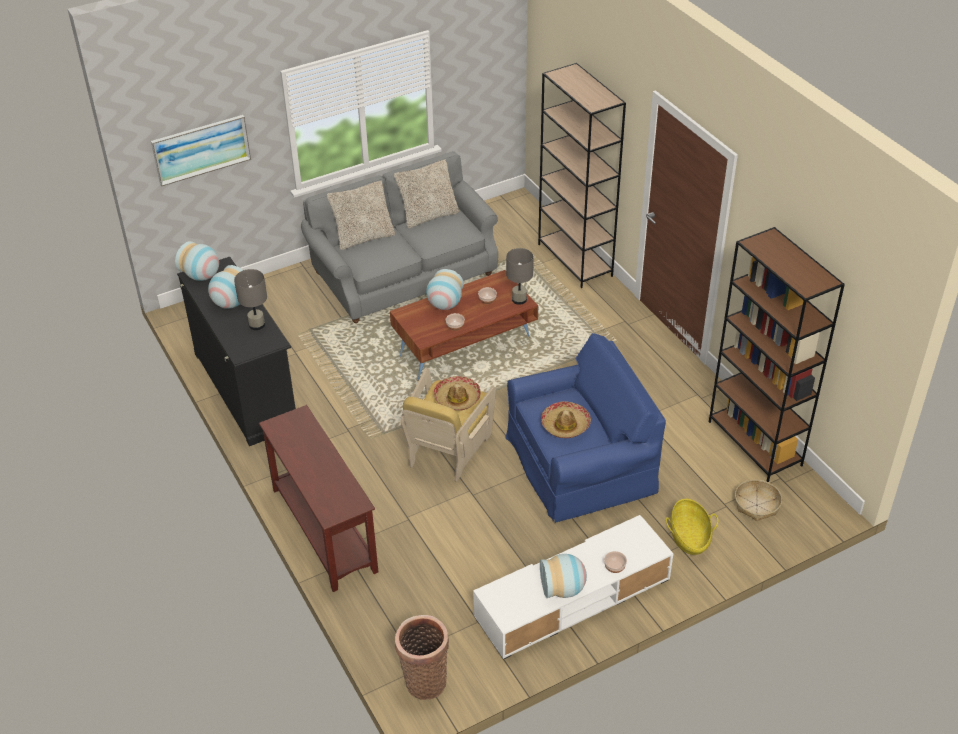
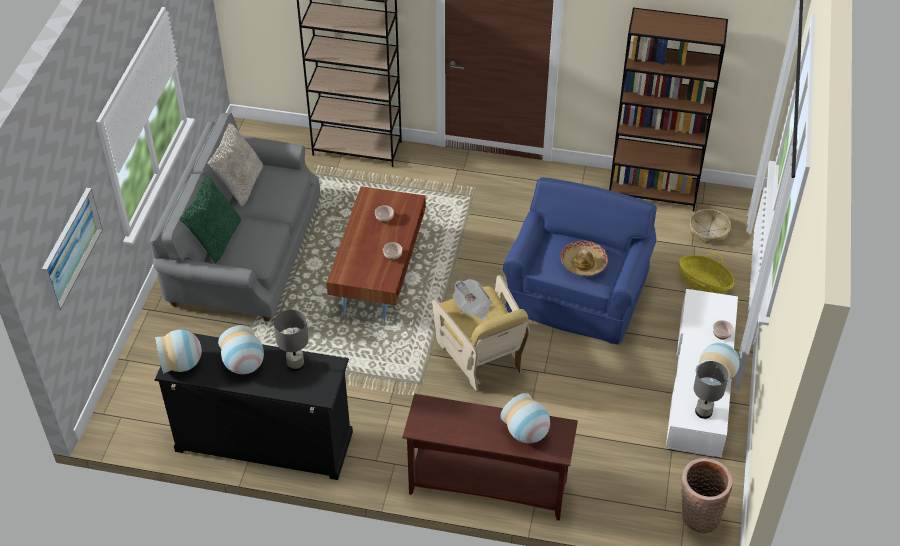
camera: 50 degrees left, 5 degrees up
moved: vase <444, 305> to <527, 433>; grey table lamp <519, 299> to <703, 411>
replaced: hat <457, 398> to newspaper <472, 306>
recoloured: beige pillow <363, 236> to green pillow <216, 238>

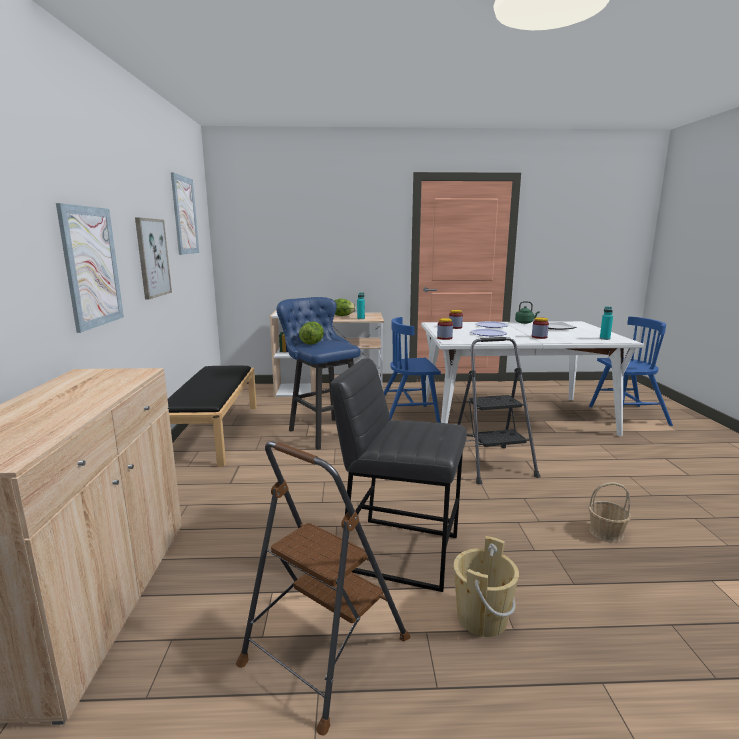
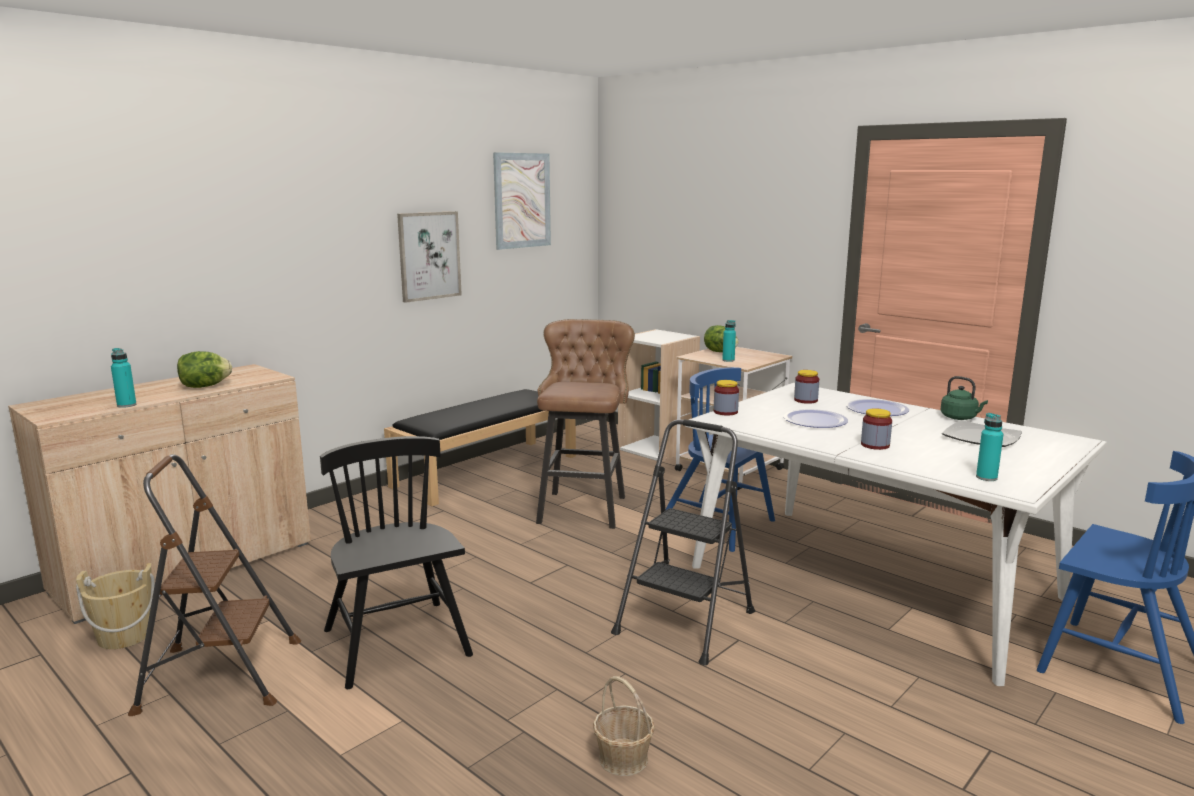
camera: 45 degrees right, 0 degrees up
removed: picture <92, 267>
added: turquoise bottle <126, 405>
moved: lettuce <312, 343> to <205, 386>; beige bucket <482, 617> to <125, 636>
replaced: grey stool <399, 551> to black chair <399, 646>
recoloured: blue stool <322, 430> to brown stool <584, 505>

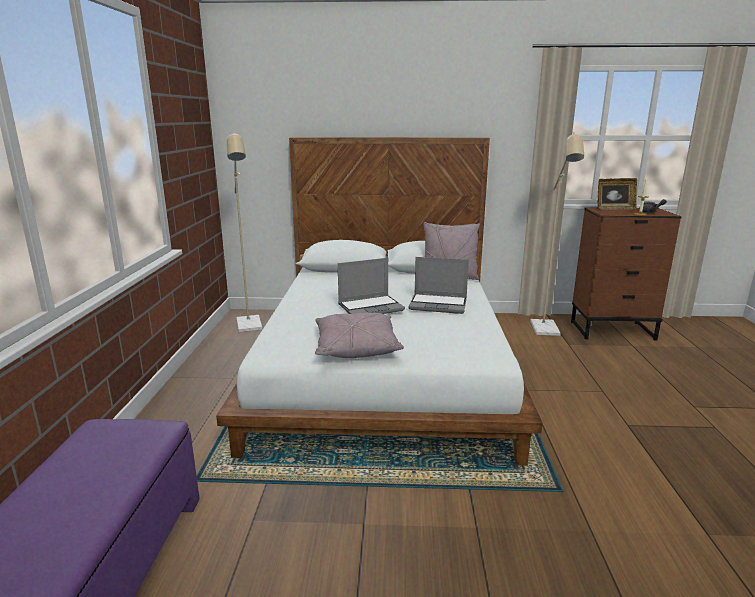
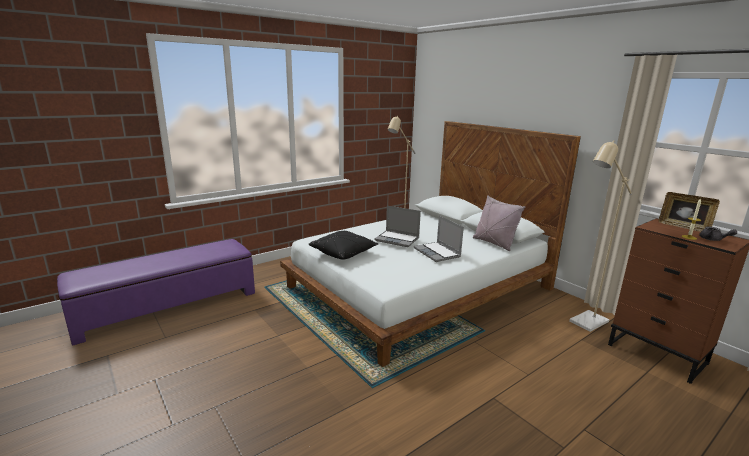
camera: 50 degrees right, 0 degrees up
recoloured: purple pillow <356, 348> to black pillow <343, 253>

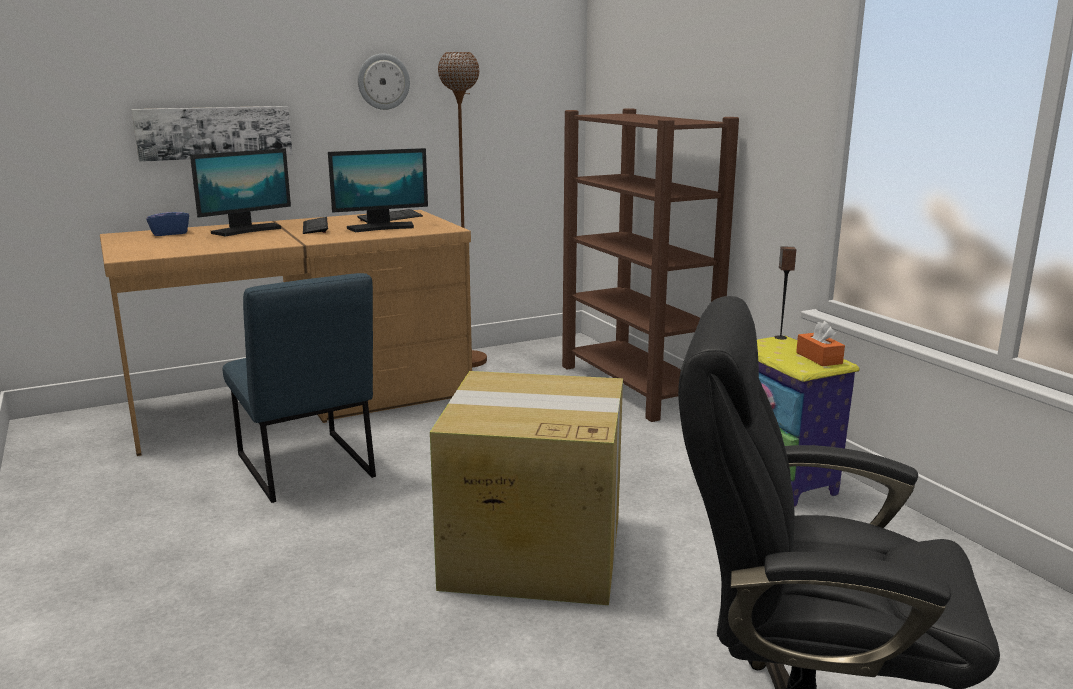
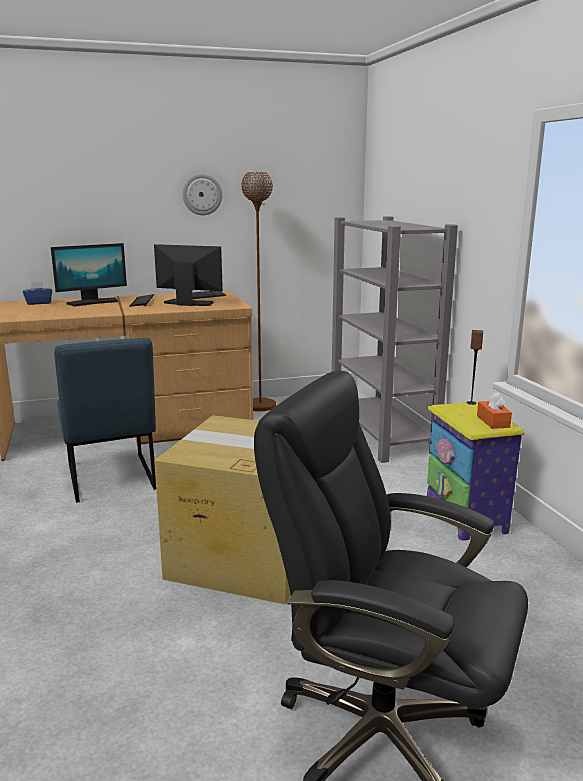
camera: 10 degrees right, 0 degrees up
removed: picture <214, 132>
recoloured: brown bookcase <636, 386> to grey bookcase <381, 433>
turned: monitor <381, 227> = <188, 303> 150 degrees counterclockwise

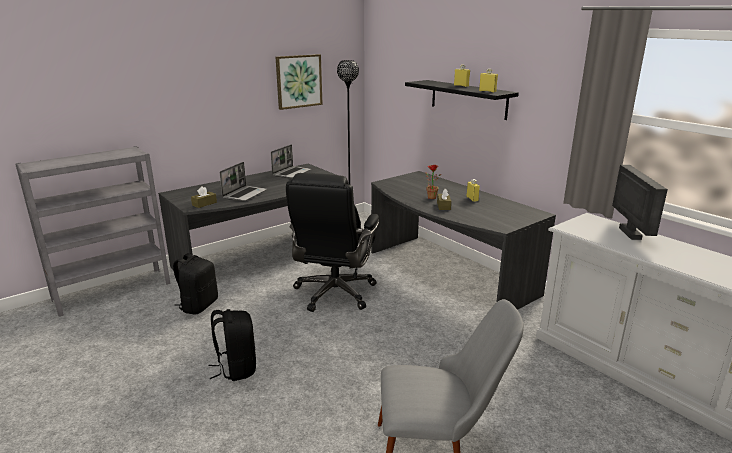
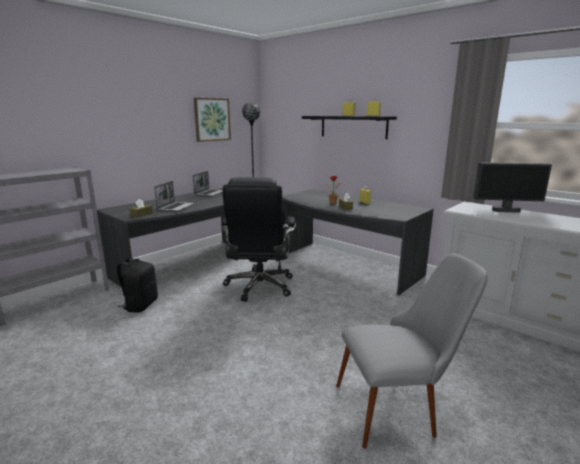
camera: 10 degrees left, 5 degrees down
removed: black backpack <236, 368>
turned: monitor <628, 233> = <505, 210> 105 degrees clockwise

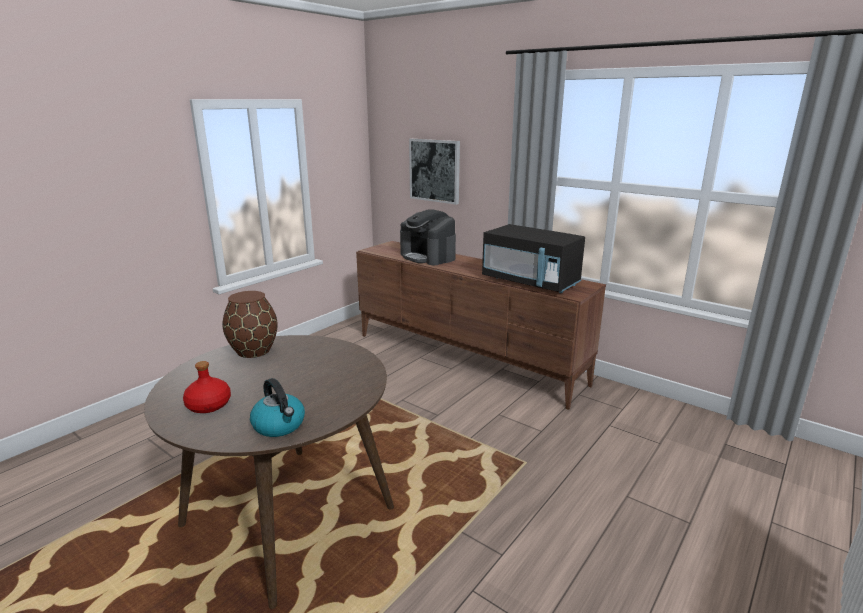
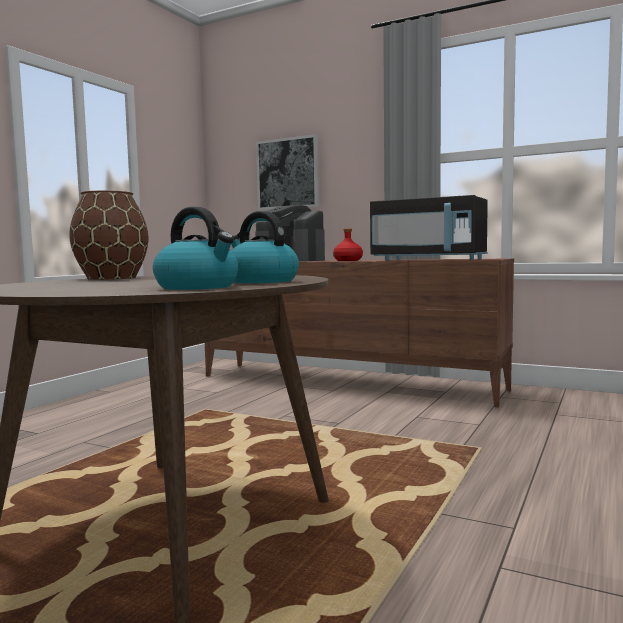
camera: 10 degrees left, 15 degrees down
added: kettle <261, 281>
moved: red bottle <209, 405> to <348, 260>

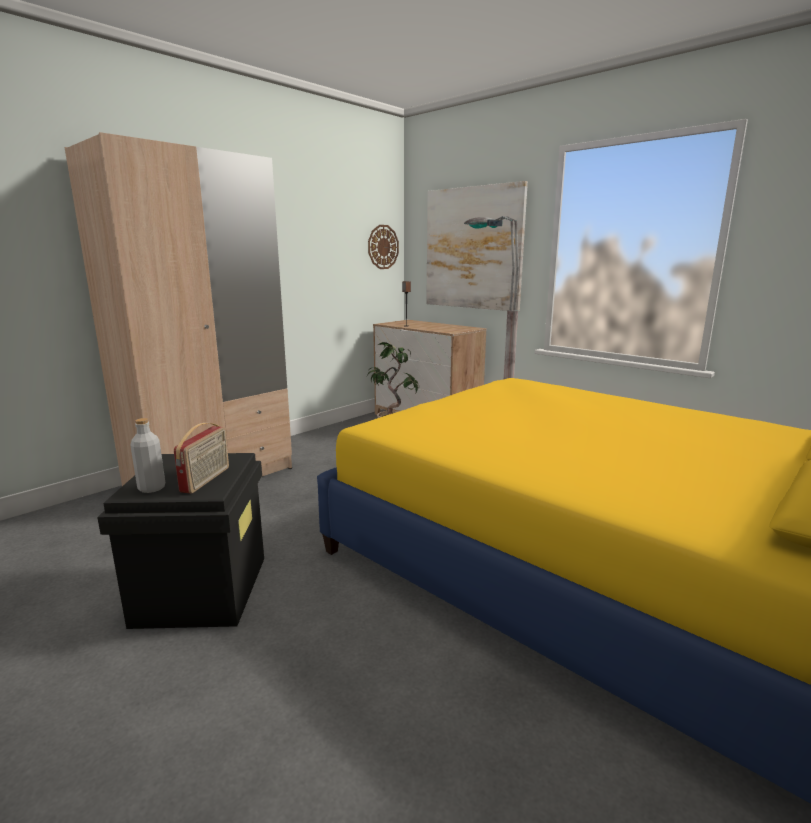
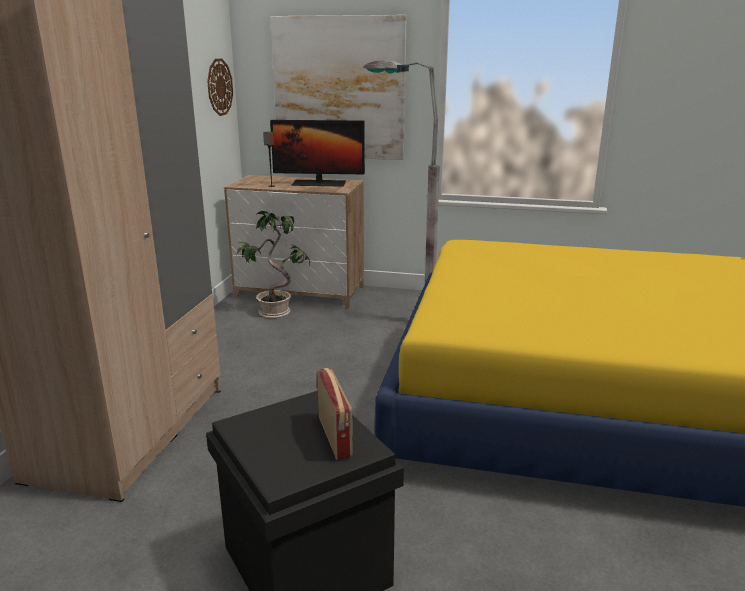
camera: 30 degrees left, 5 degrees up
removed: grey bottle <152, 488>
added: monitor <319, 183>

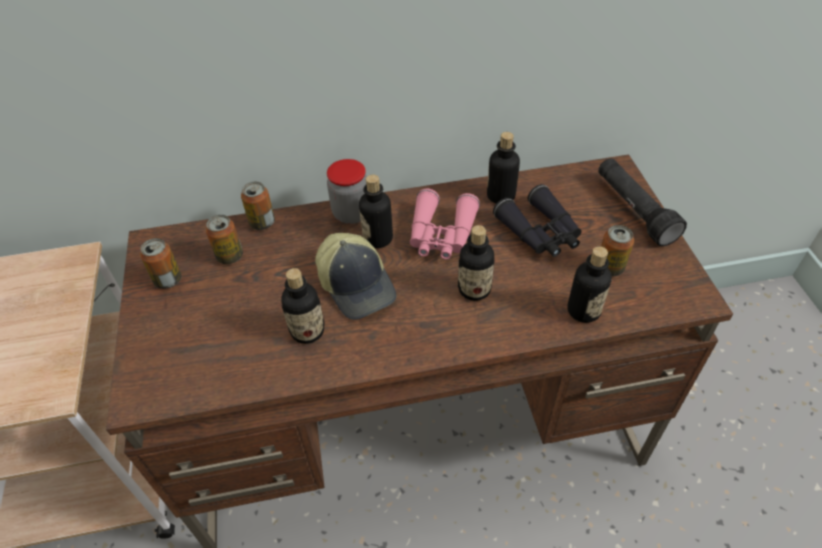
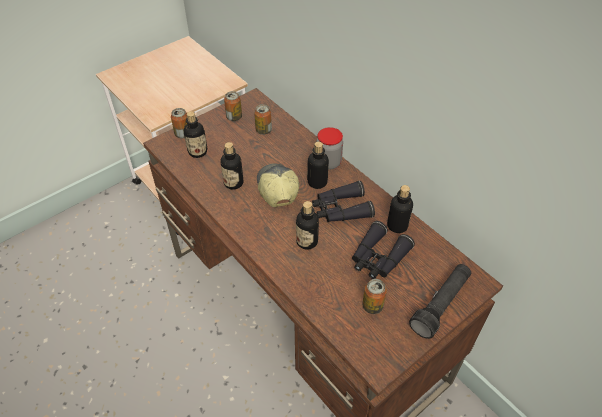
camera: 60 degrees right, 0 degrees up
moved: can <262, 222> to <183, 134>; bottle <583, 310> to <198, 152>
recoloured: pink binoculars <441, 234> to black binoculars <340, 209>
turned: cap <357, 285> = <276, 189> 135 degrees clockwise

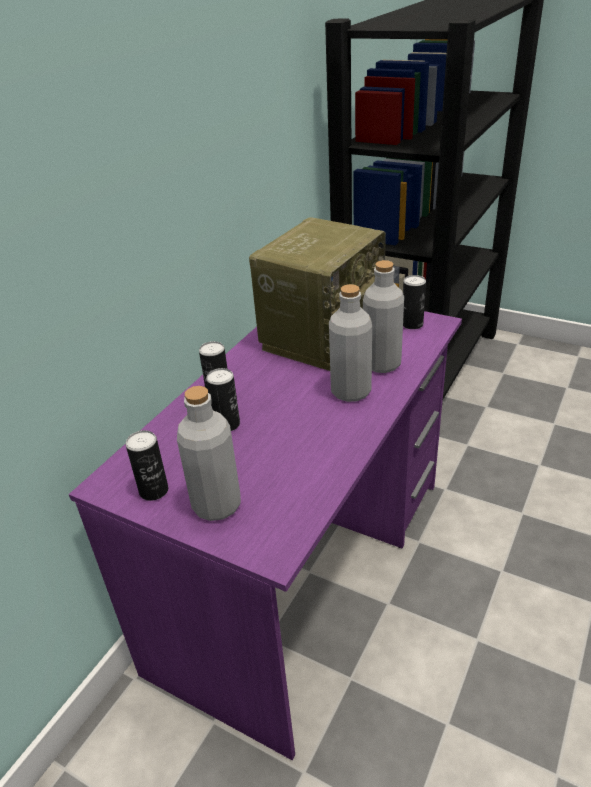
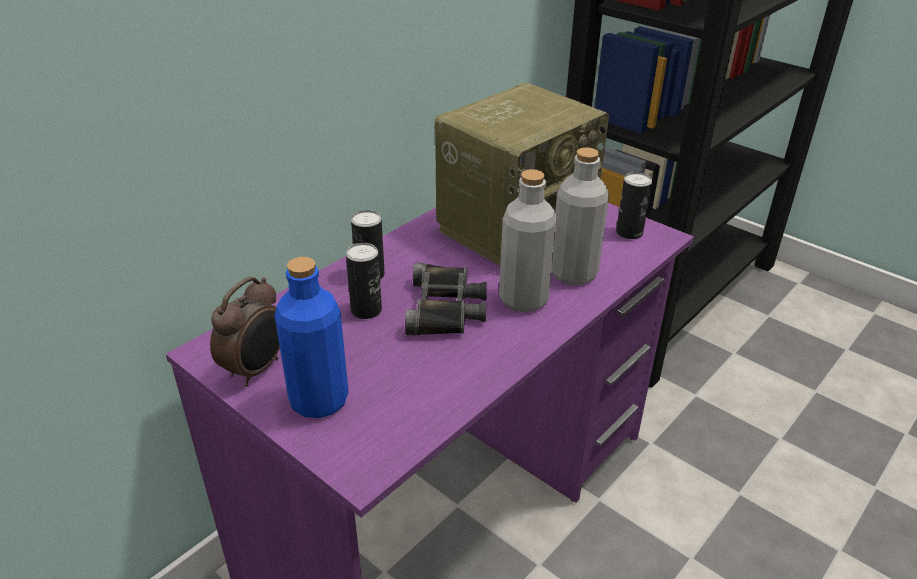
camera: 10 degrees right, 0 degrees up
added: black binoculars <446, 308>
replaced: can <154, 490> to alarm clock <256, 369>
recoloured: grey bottle <217, 505> to blue bottle <319, 400>

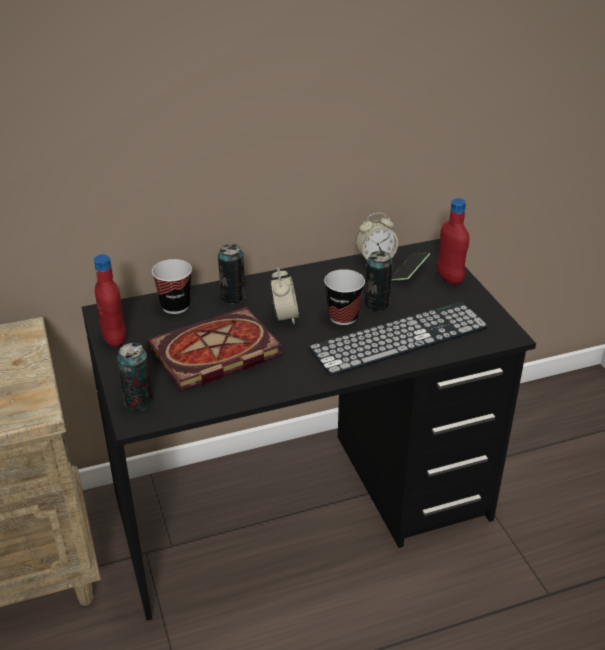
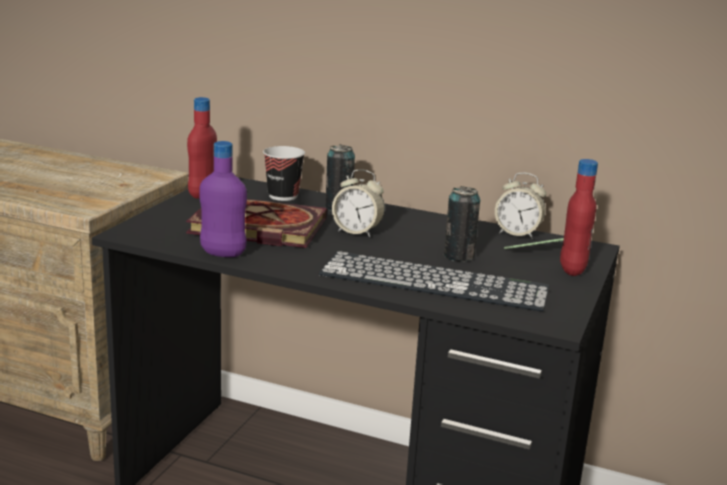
camera: 40 degrees right, 15 degrees down
removed: can <138, 401>; cup <343, 317>
added: purple bottle <223, 253>
turned: alarm clock <284, 316> = <357, 232> 75 degrees clockwise

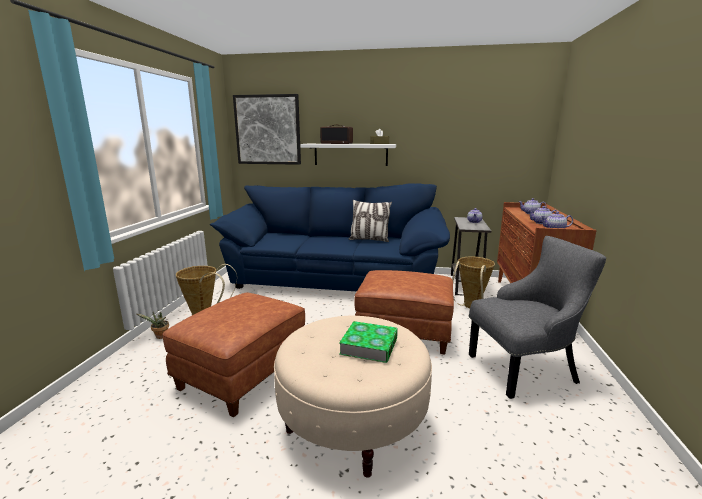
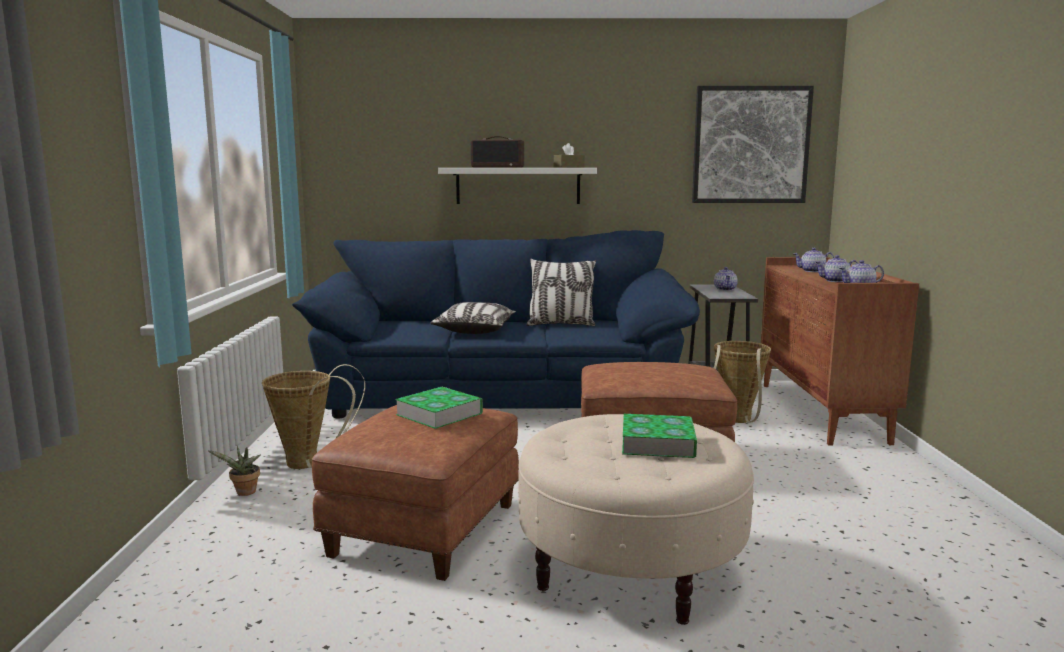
camera: 10 degrees left, 5 degrees down
removed: grey armchair <521, 371>
added: book <439, 414>; pillow <475, 330>
moved: picture <267, 130> to <750, 145>

